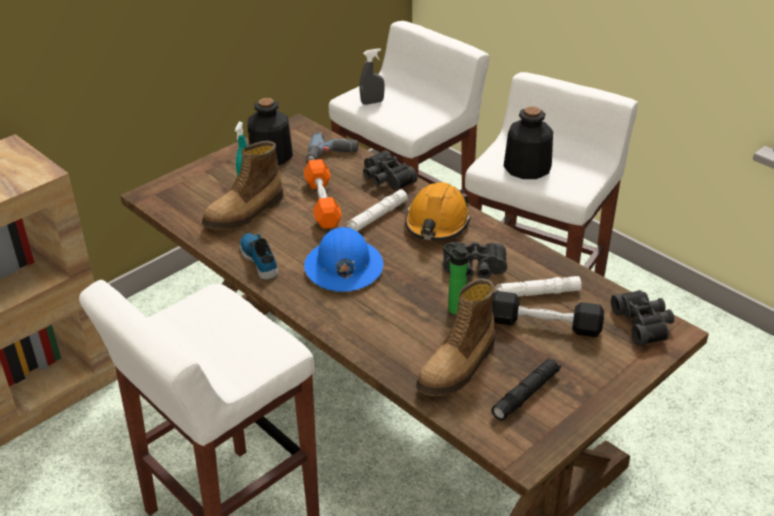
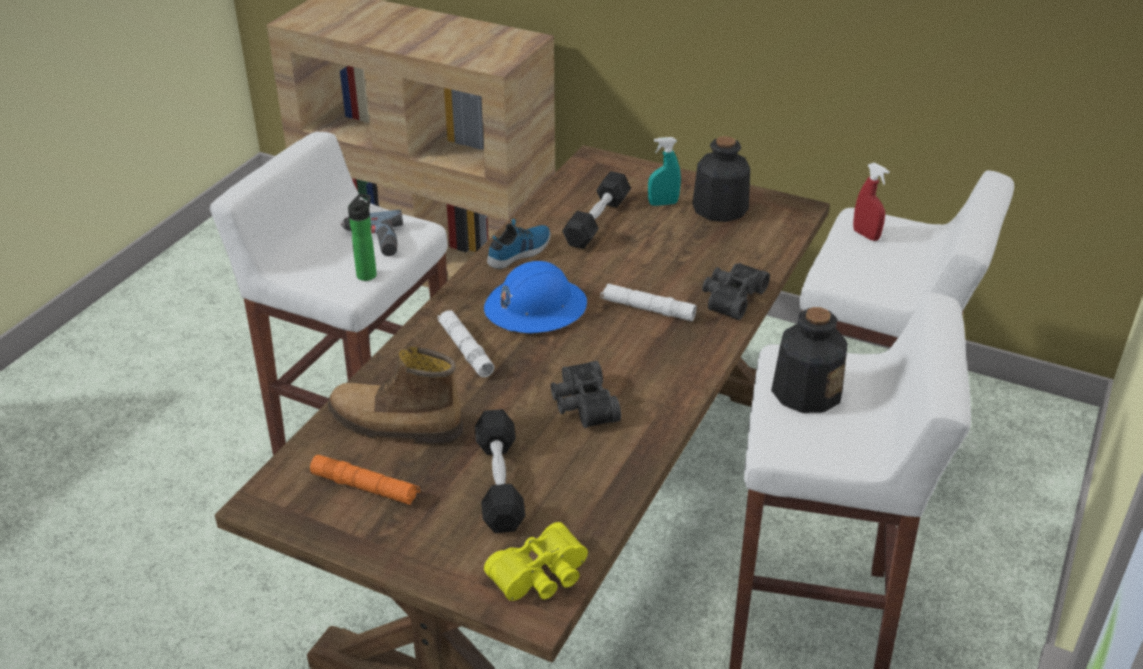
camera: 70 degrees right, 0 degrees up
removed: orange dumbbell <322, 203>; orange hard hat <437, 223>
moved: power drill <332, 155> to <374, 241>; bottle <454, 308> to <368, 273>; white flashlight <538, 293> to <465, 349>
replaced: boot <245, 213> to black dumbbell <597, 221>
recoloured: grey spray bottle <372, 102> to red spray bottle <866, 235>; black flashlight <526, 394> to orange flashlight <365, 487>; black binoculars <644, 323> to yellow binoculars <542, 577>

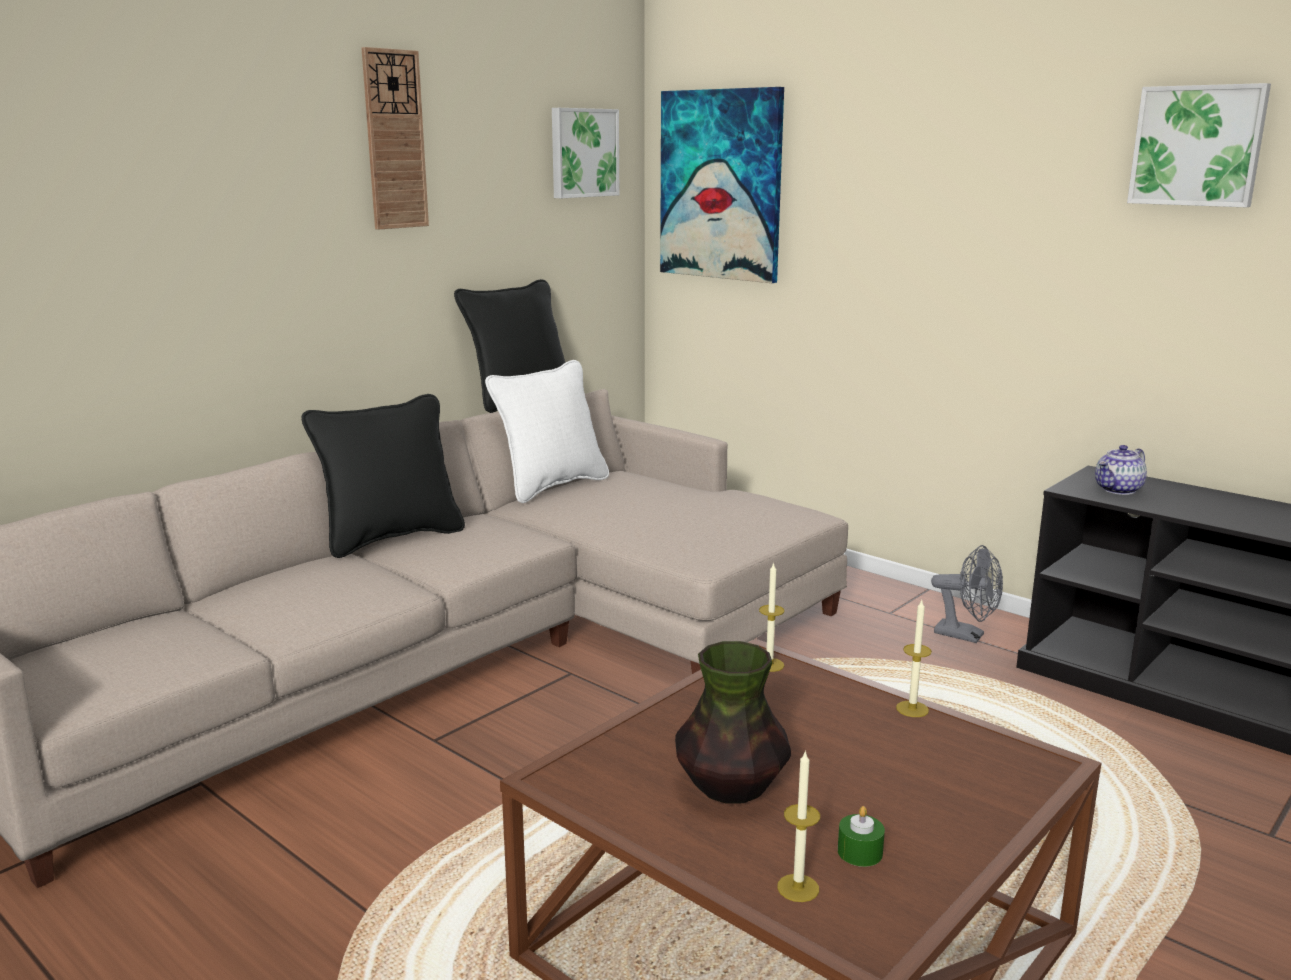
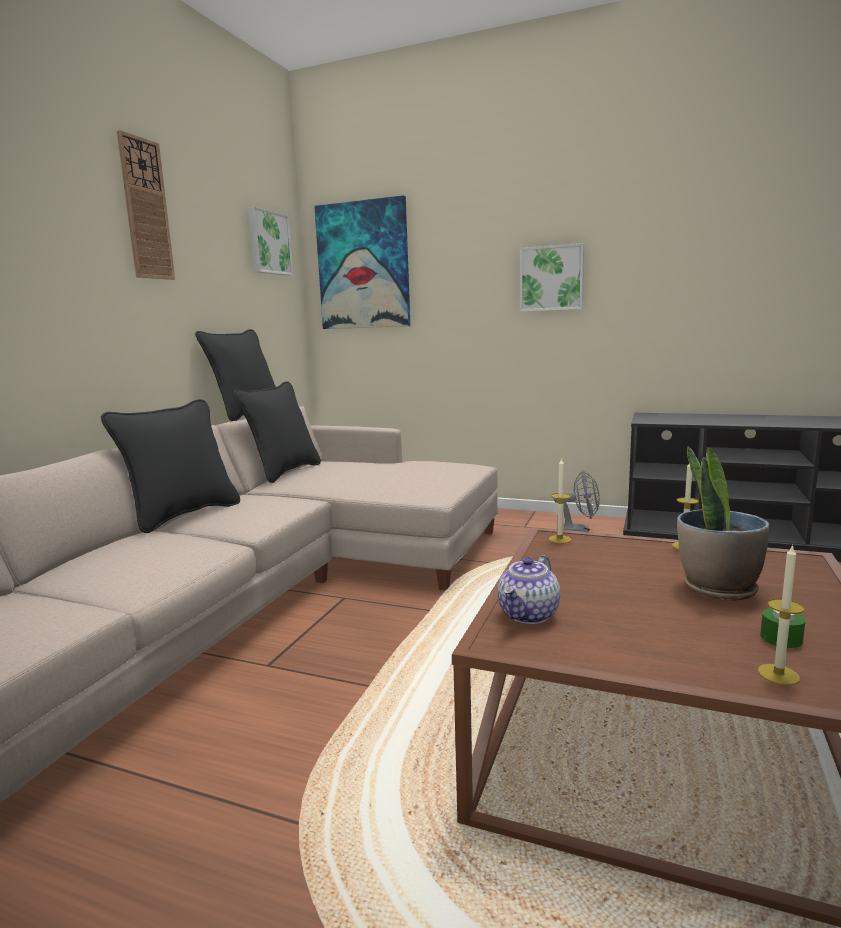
camera: 20 degrees left, 5 degrees down
removed: vase <732, 788>
added: potted plant <717, 589>
moved: teapot <1118, 490> to <529, 615>; picture <1197, 146> to <551, 278>
recoloured: white pillow <551, 486> to black pillow <284, 472>

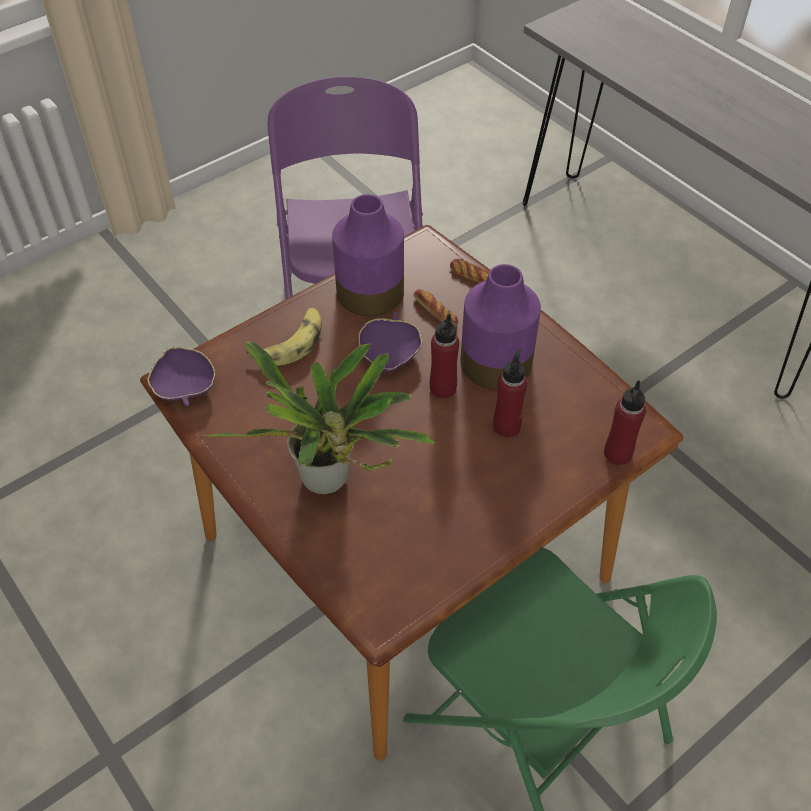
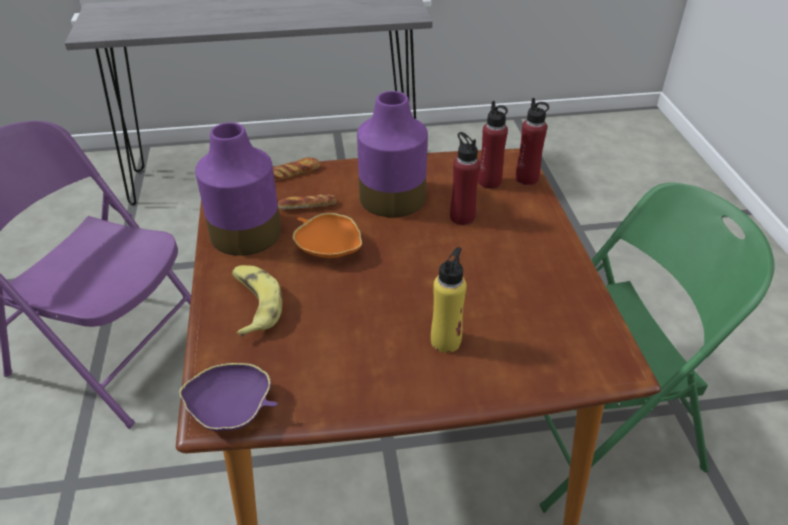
camera: 60 degrees left, 10 degrees down
moved: red bottle <442, 388> to <489, 182>
replaced: potted plant <330, 482> to yellow bottle <446, 341>
recoloured: purple bowl <390, 353> to orange bowl <328, 248>

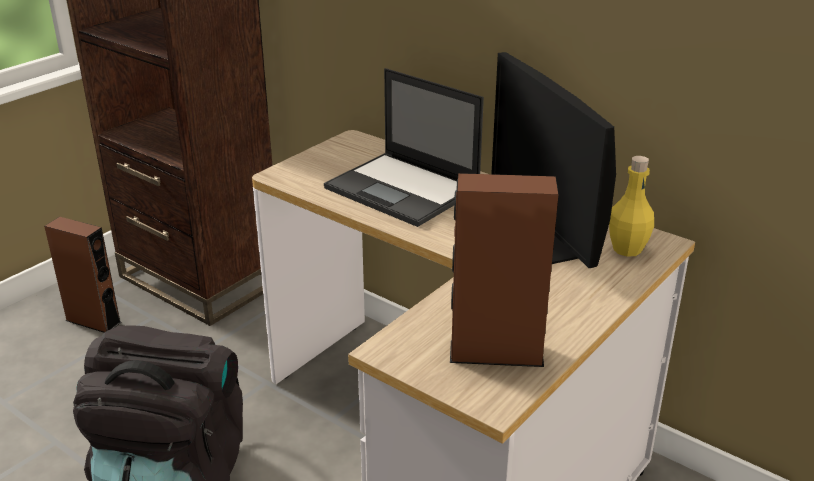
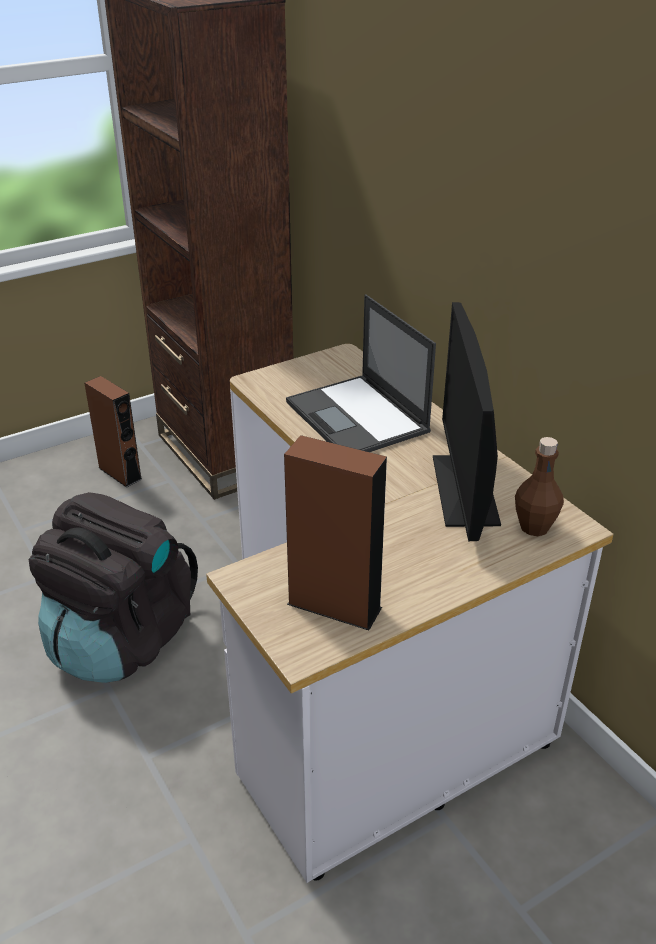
camera: 20 degrees right, 5 degrees up
recoloured: yellow bottle <627, 249> to brown bottle <534, 527>

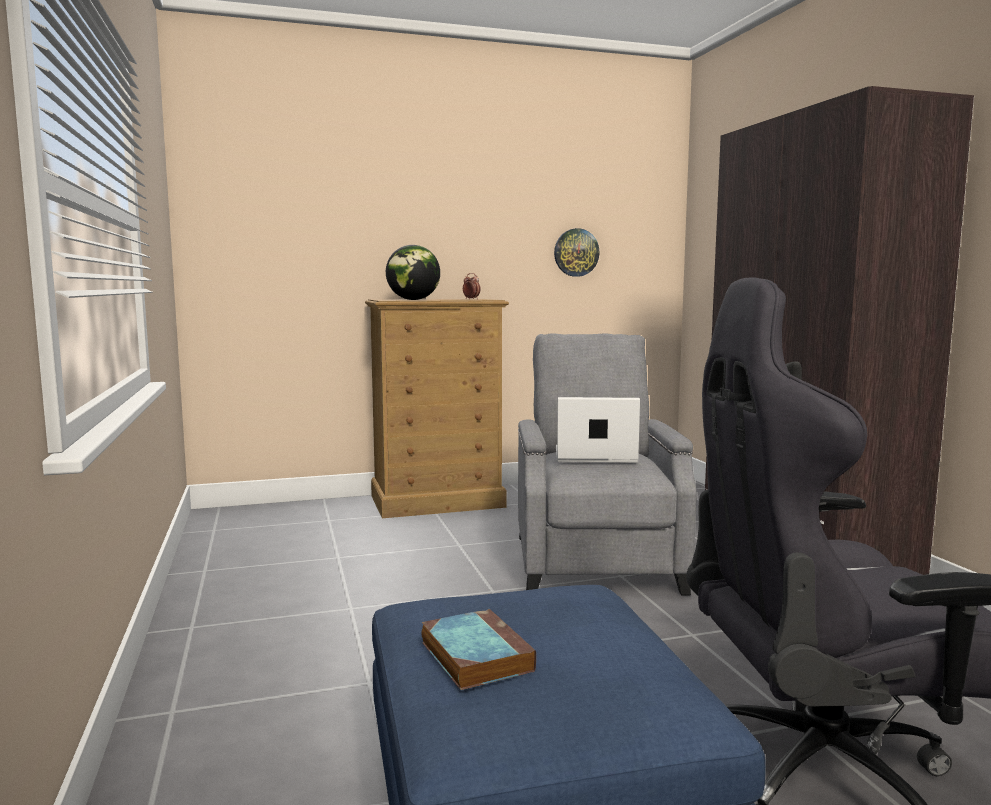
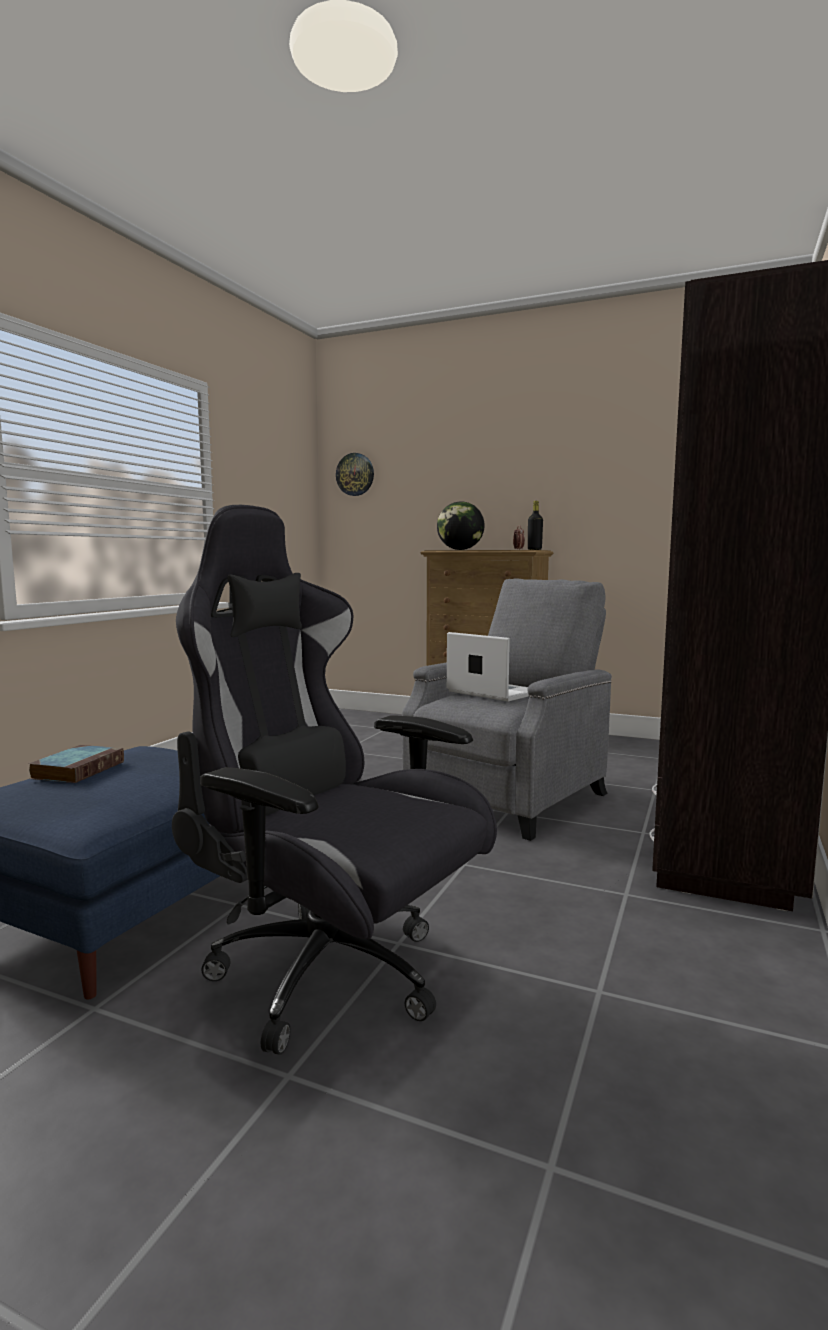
camera: 40 degrees right, 0 degrees up
added: black bottle <534, 549>
moved: wall clock <576, 252> to <355, 474>

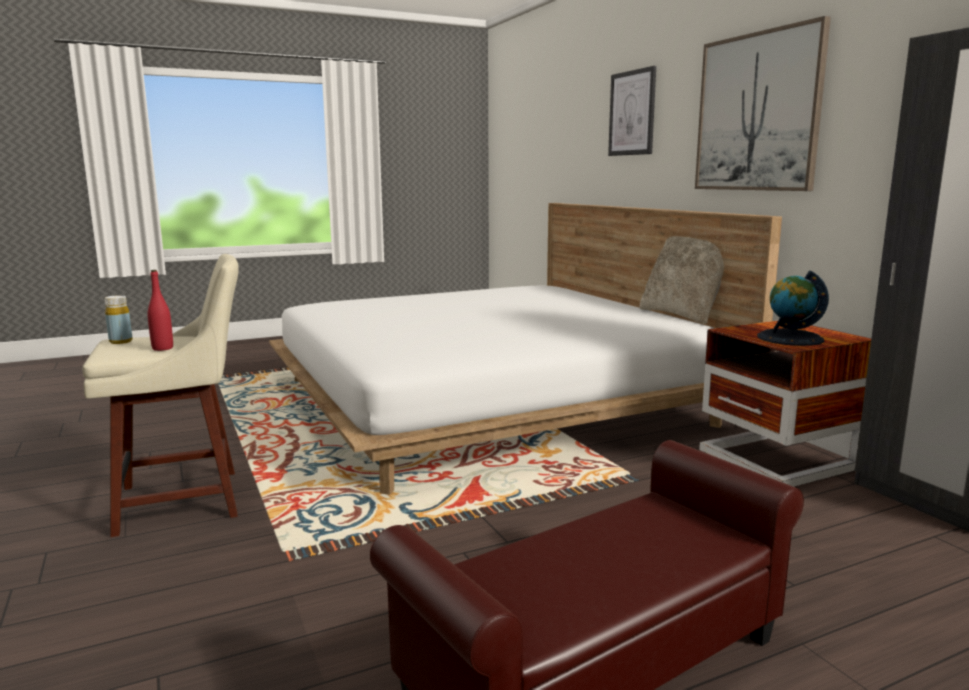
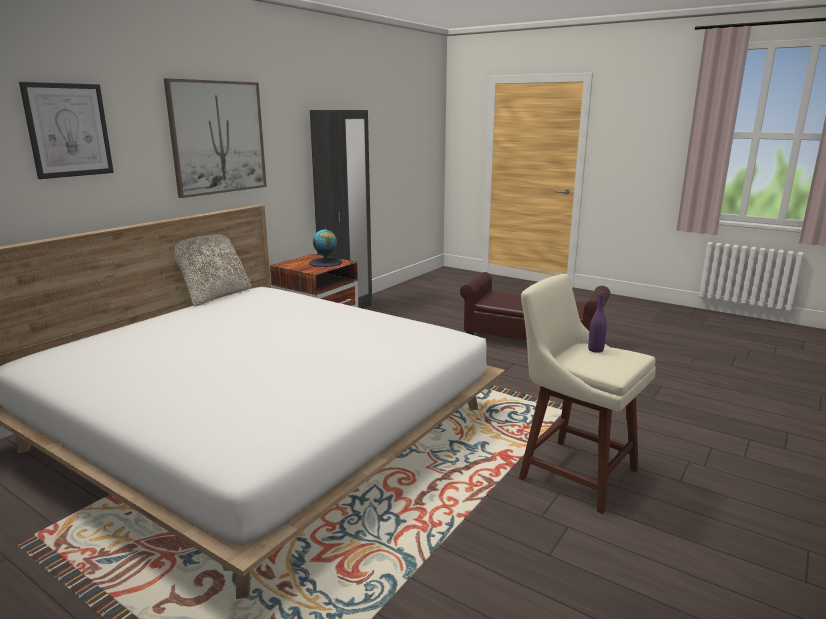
camera: 120 degrees left, 5 degrees up
removed: yellow bottle <121, 341>
recoloured: red bottle <162, 348> to purple bottle <595, 350>

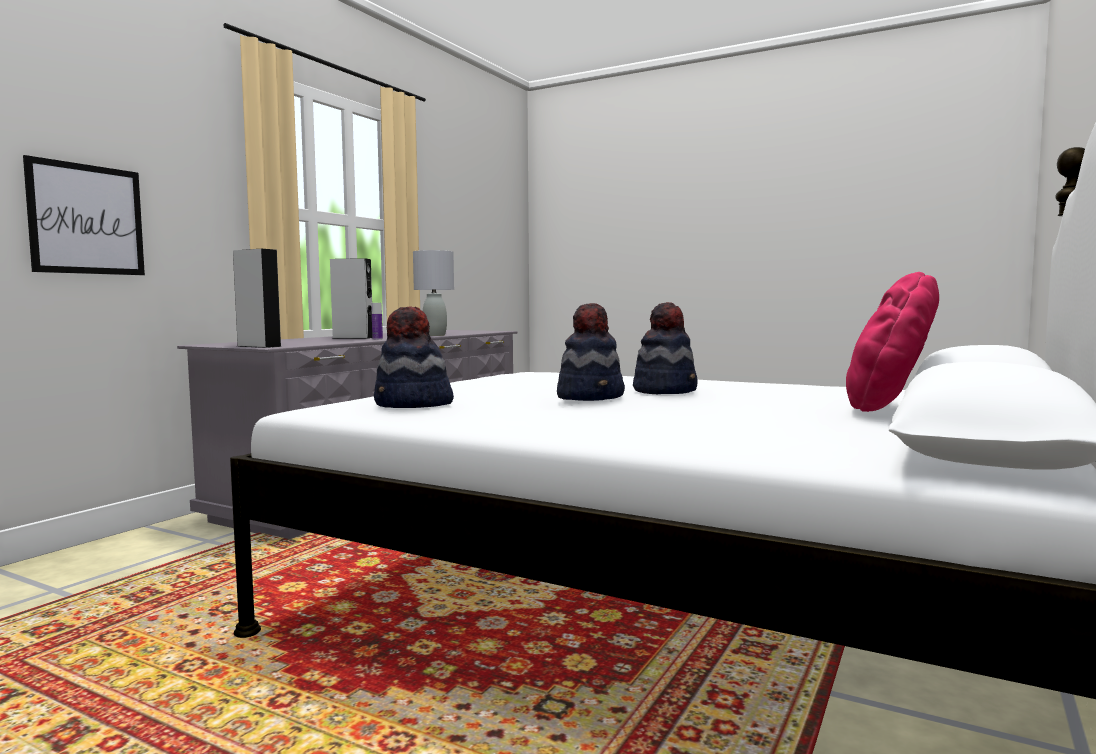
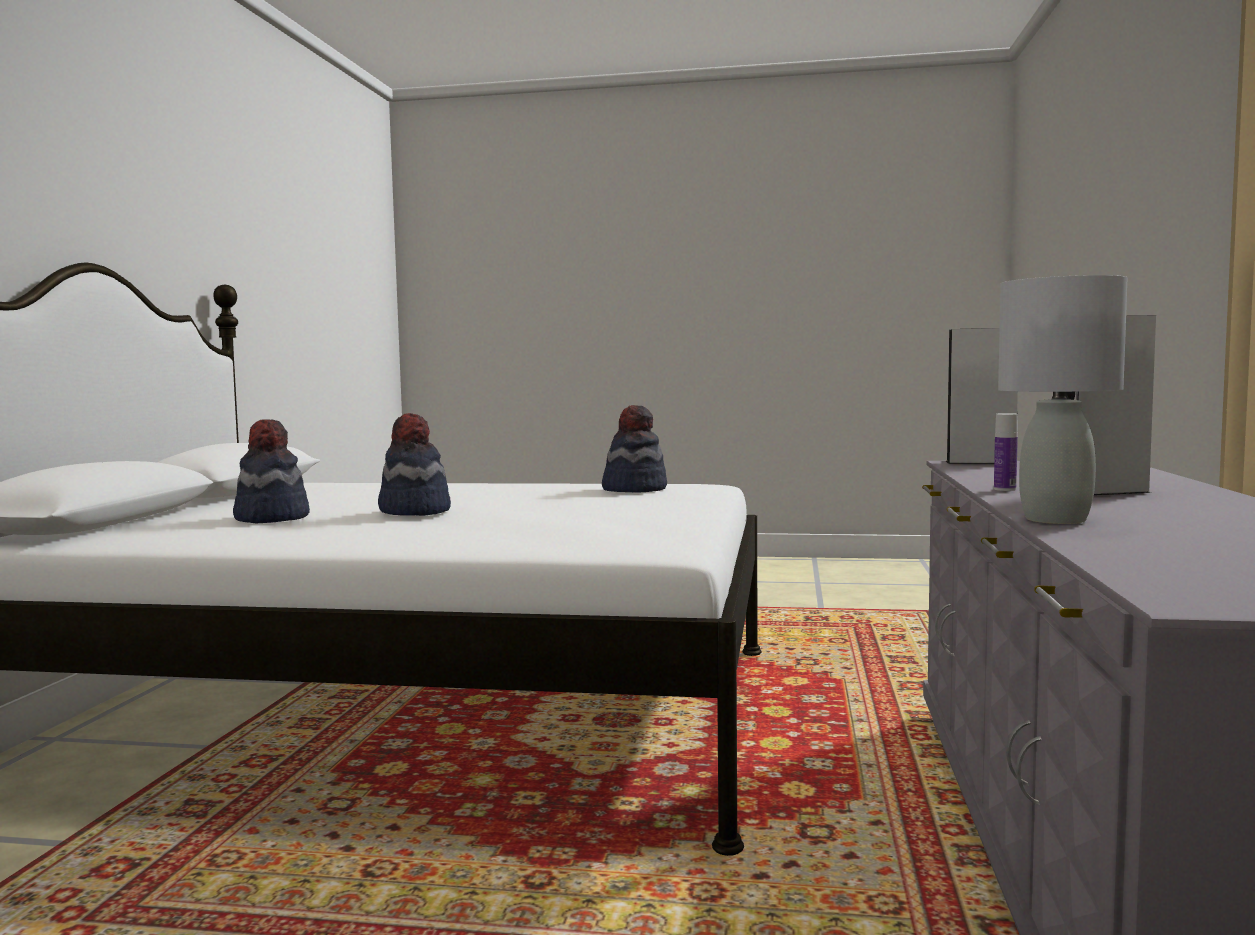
camera: 160 degrees right, 0 degrees up
removed: picture <87, 219>; pink pillow <888, 411>
moved: hat <591, 397> to <271, 518>

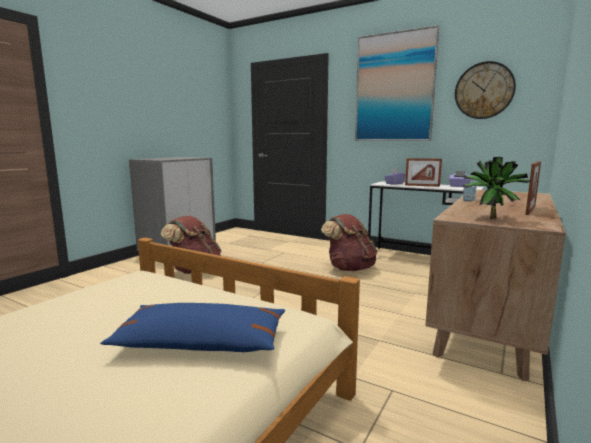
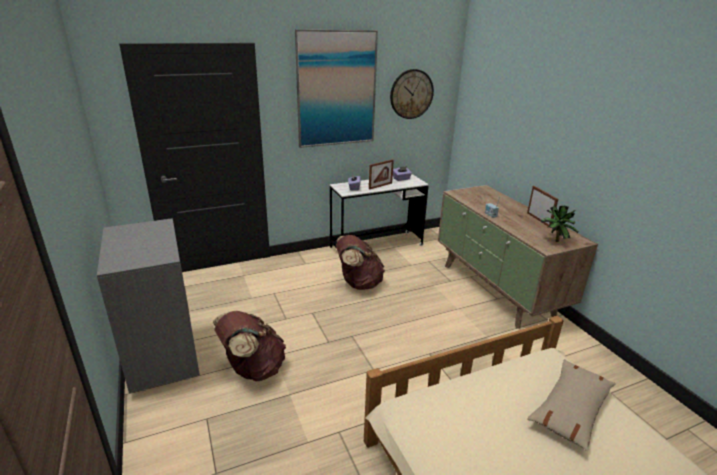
camera: 55 degrees left, 15 degrees up
recoloured: blue pillow <201, 343> to beige pillow <571, 409>

